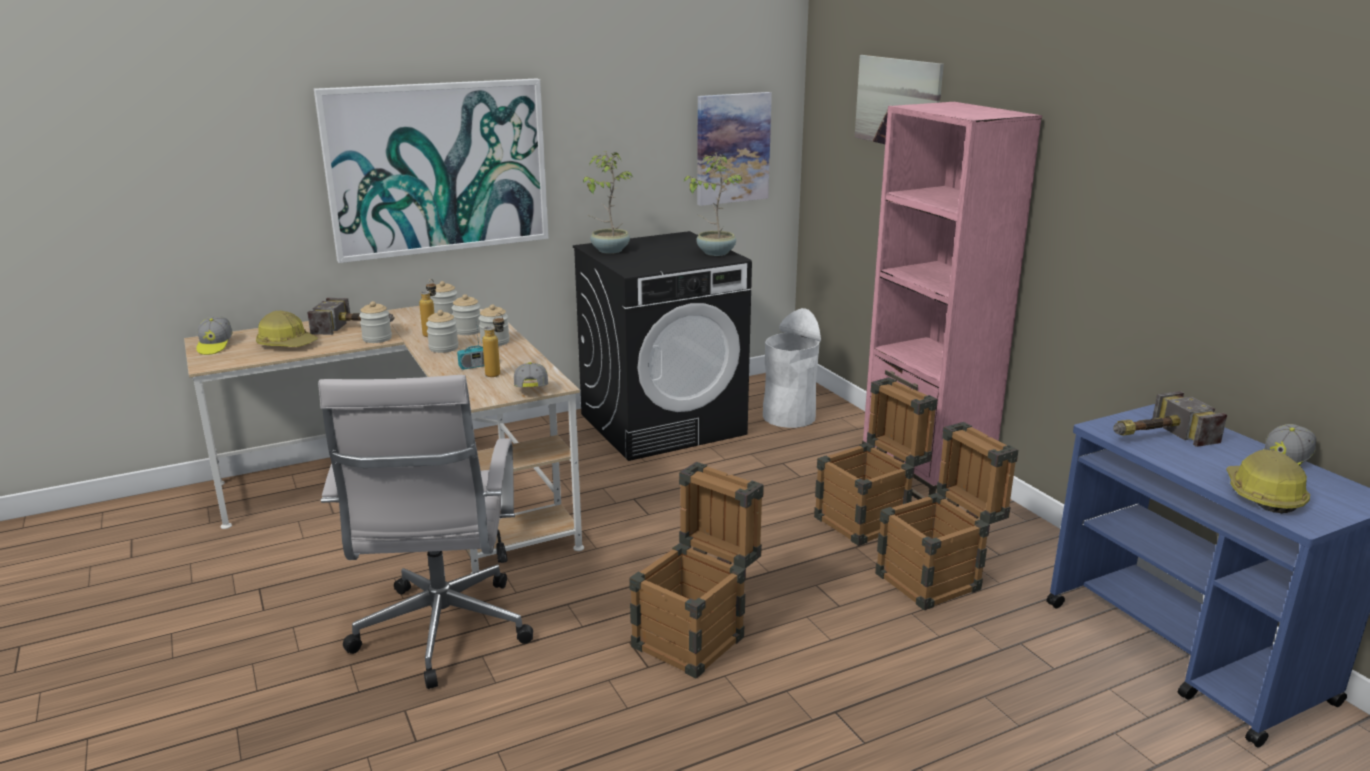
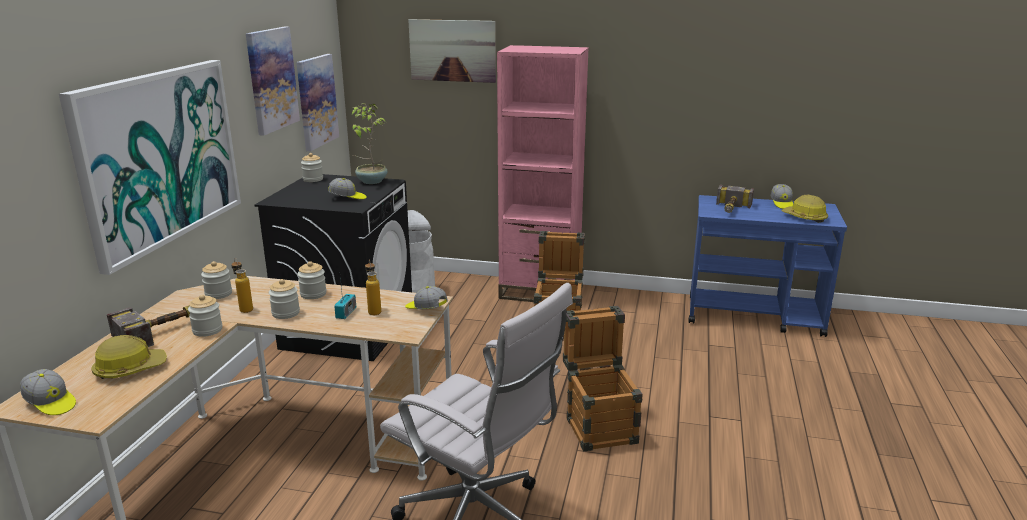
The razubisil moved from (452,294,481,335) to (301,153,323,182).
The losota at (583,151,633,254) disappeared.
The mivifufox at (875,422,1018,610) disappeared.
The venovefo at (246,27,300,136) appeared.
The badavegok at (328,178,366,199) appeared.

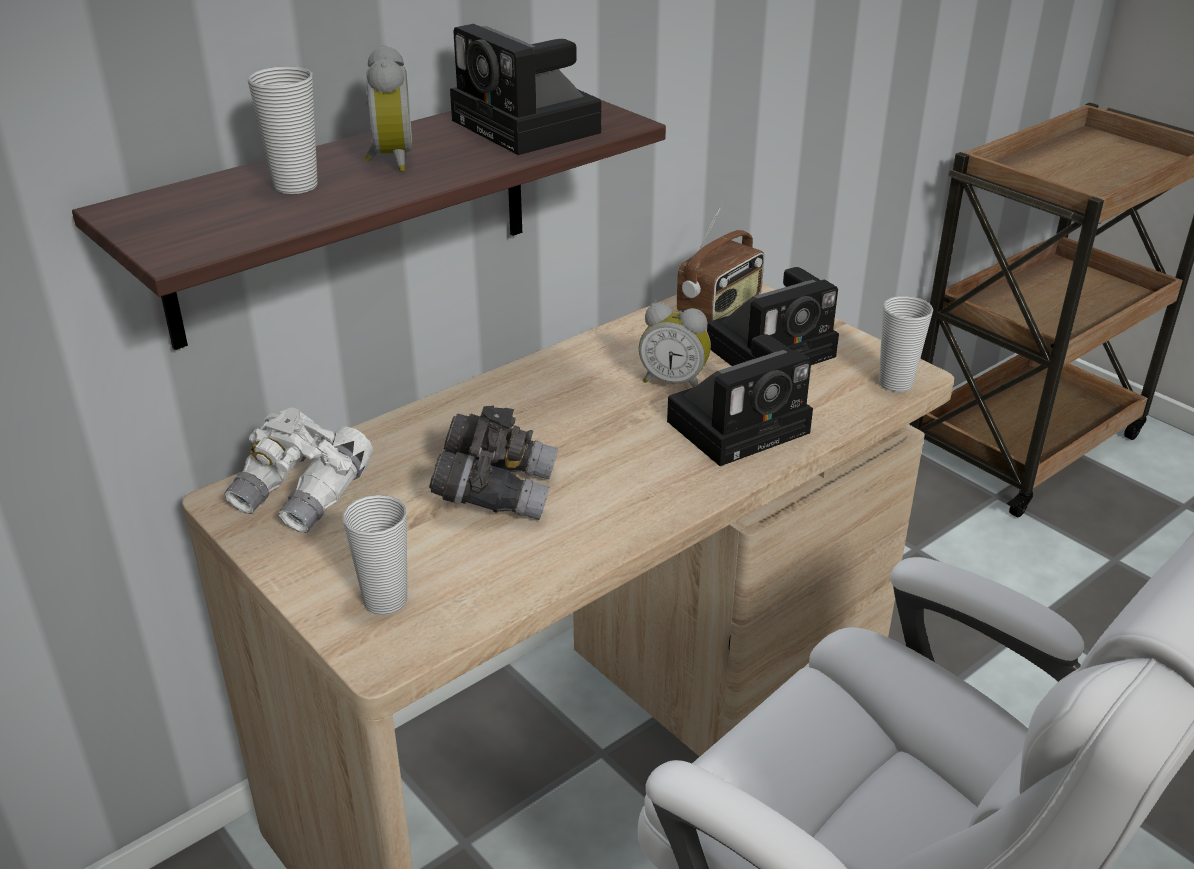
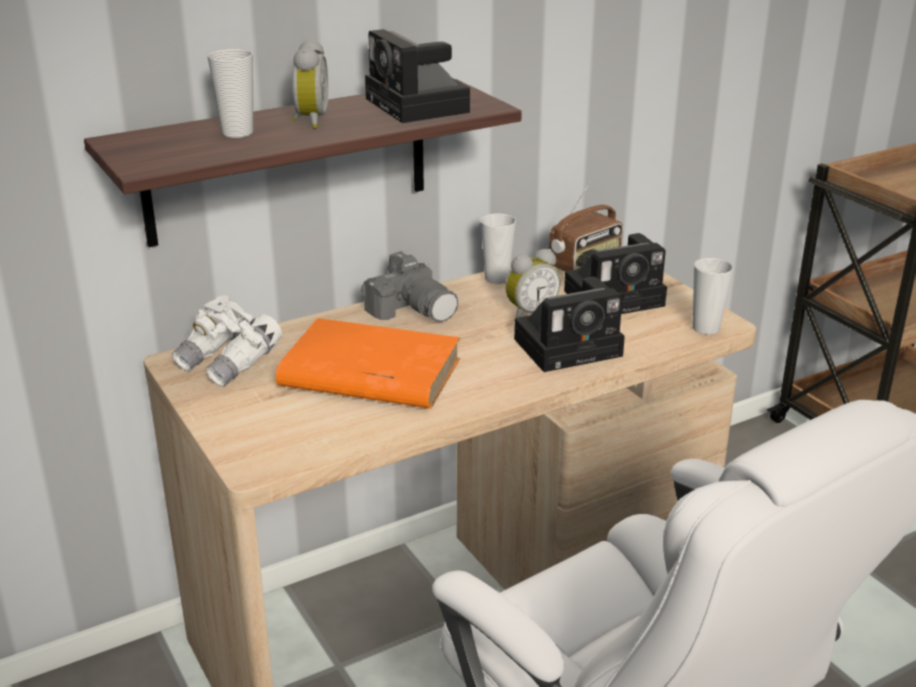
The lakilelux moved from (342,494,407,615) to (481,213,516,284).
The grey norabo at (429,406,558,520) was replaced by the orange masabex at (276,318,460,409).
The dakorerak at (639,303,711,387) turned 60 degrees counterclockwise.
The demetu at (361,251,458,322) appeared.

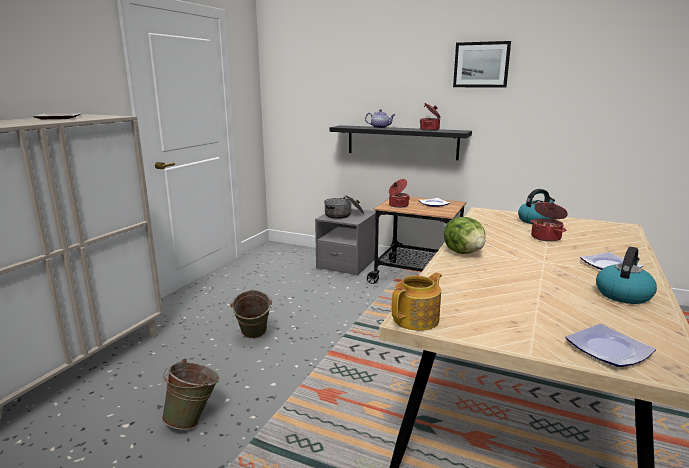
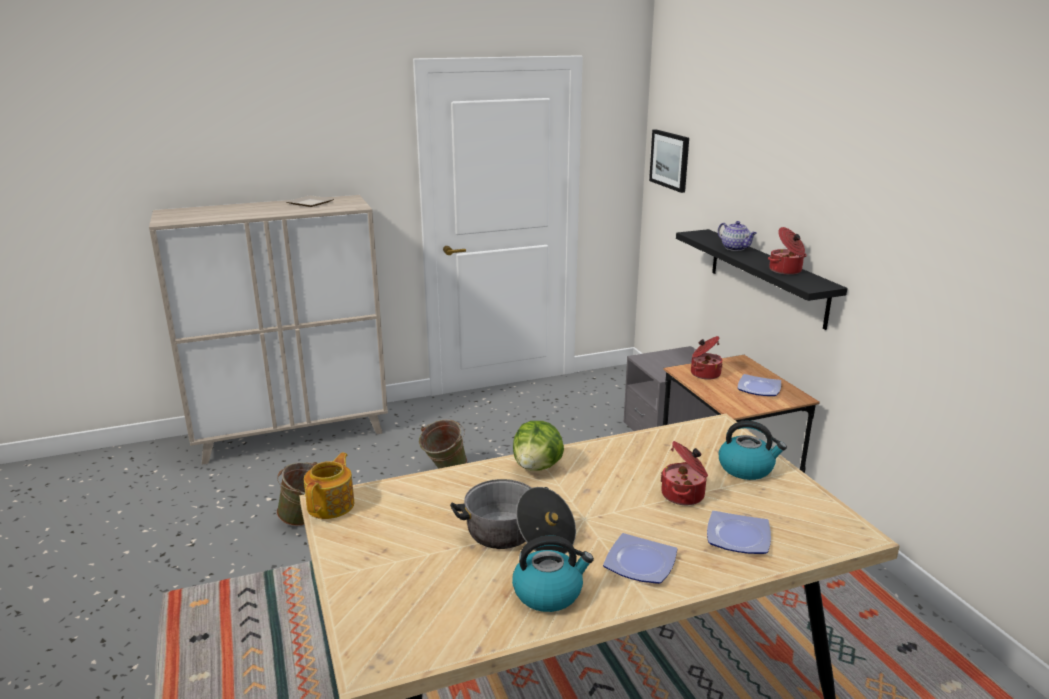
The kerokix moved from (324,195,364,219) to (450,479,576,554).
The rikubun at (392,272,442,331) turned 75 degrees counterclockwise.
The venovefo moved from (453,41,511,88) to (649,129,689,193).
The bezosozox moved from (565,324,656,367) to (707,510,771,554).

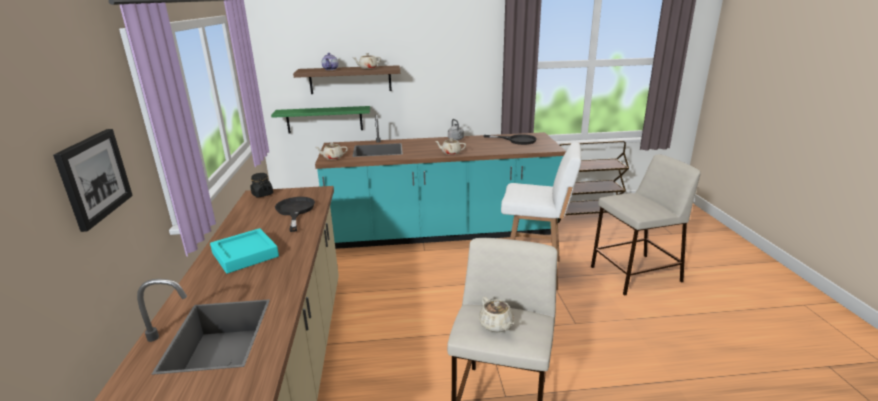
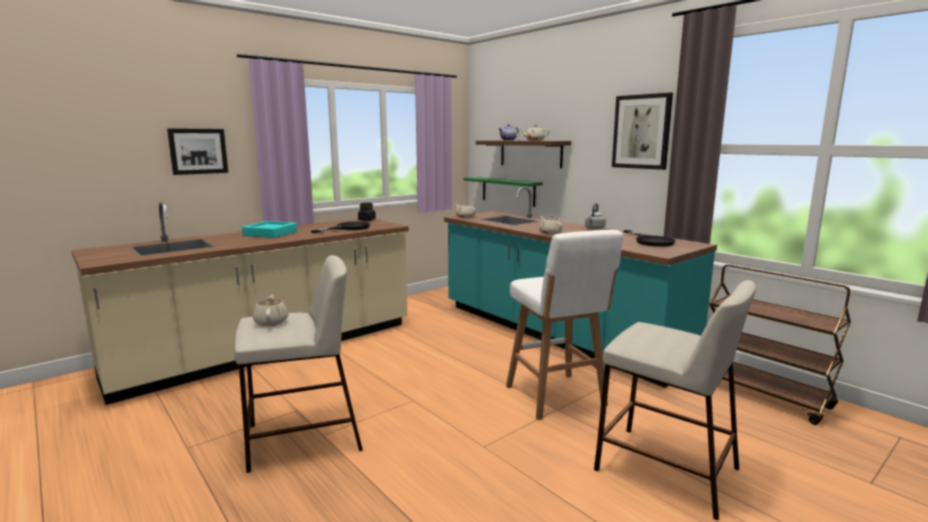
The beige rikubun at (479,297,514,332) turned 135 degrees clockwise.
The venovefo at (612,93,673,170) appeared.

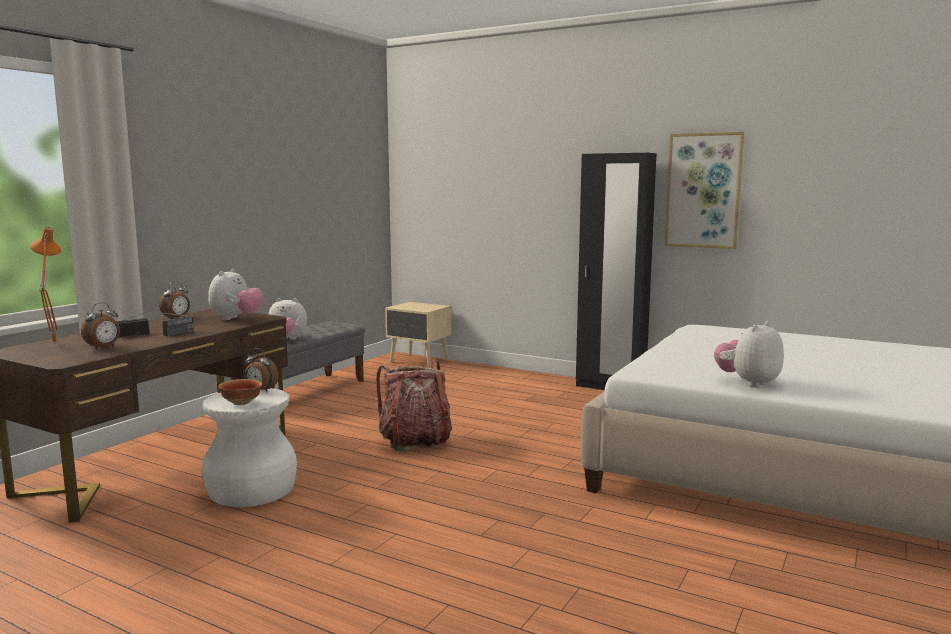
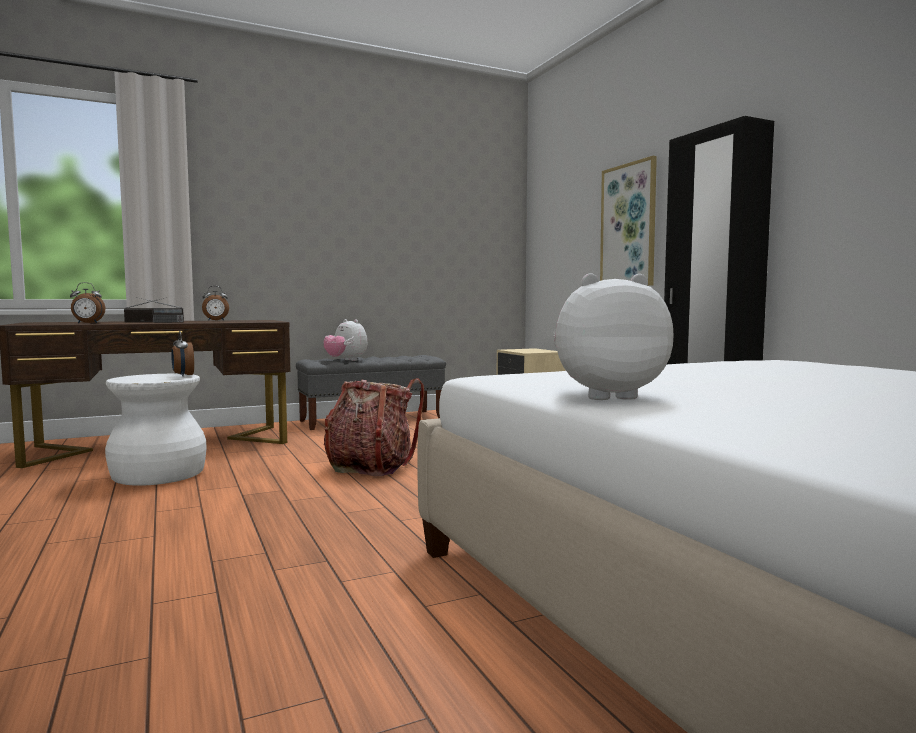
The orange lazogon at (30,226,61,345) disappeared.
The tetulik at (208,269,263,320) disappeared.
The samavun at (218,379,262,405) disappeared.
The venovefo moved from (665,132,744,249) to (600,156,657,286).

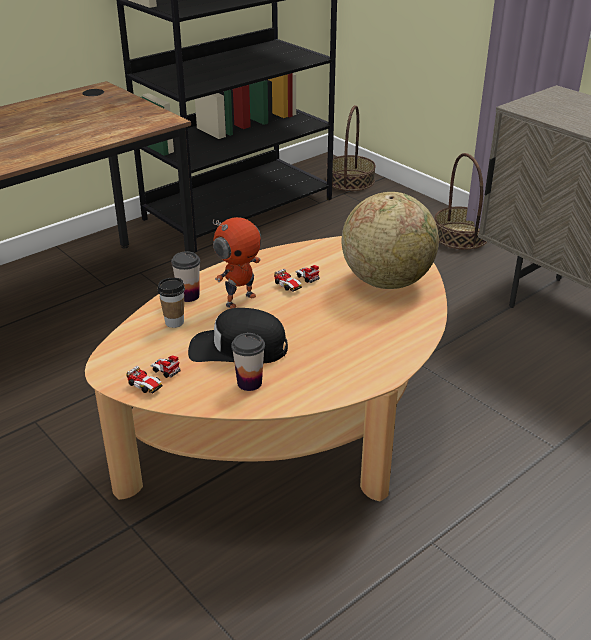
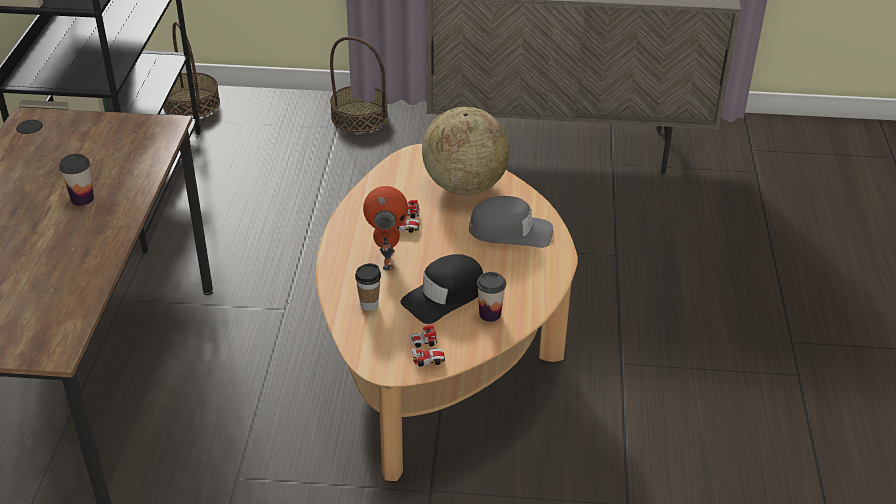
The lakilelux moved from (171,251,200,302) to (59,154,94,206).
The grey badavegok at (469,196,553,248) appeared.

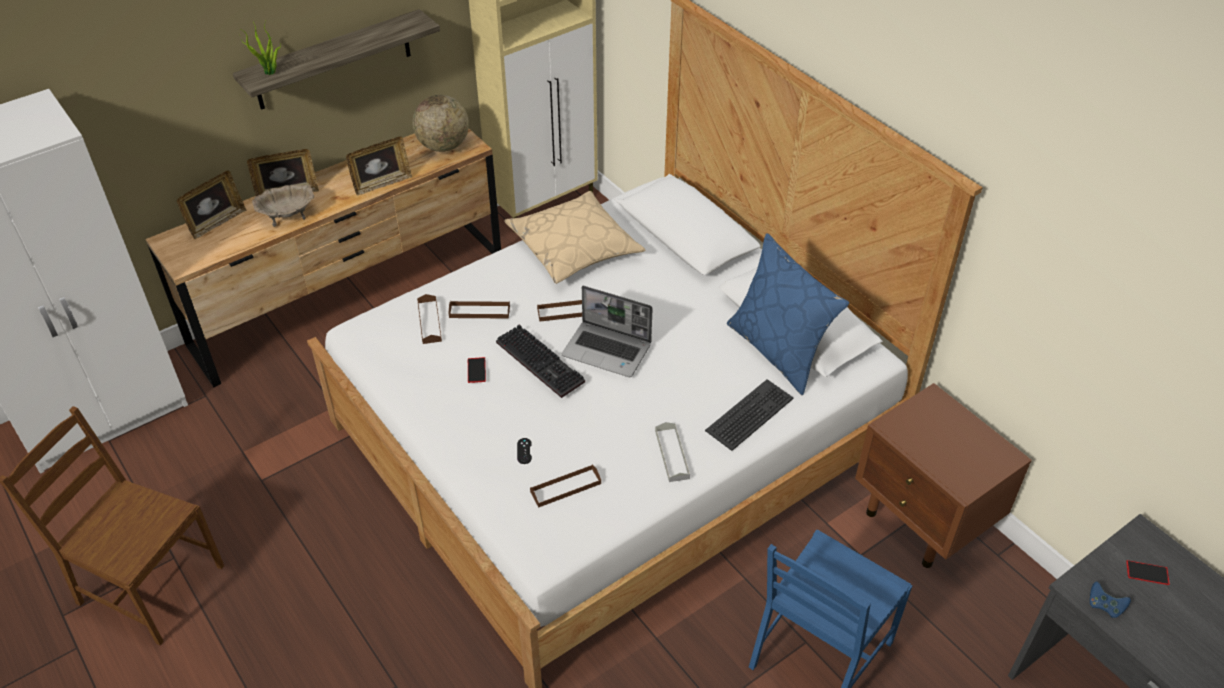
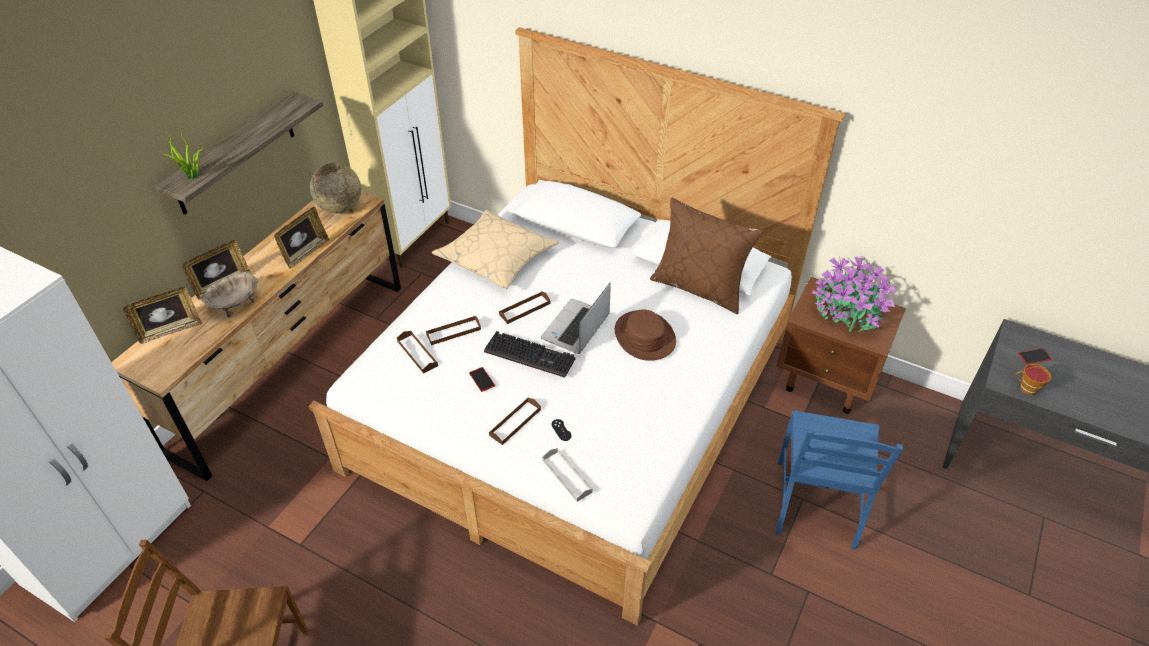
The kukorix at (177,171,246,239) turned 45 degrees clockwise.
The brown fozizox moved from (530,465,601,508) to (489,397,541,445).
The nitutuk at (562,286,653,377) turned 120 degrees clockwise.
The grey fozizox moved from (655,422,690,482) to (542,448,593,502).
The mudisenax at (705,379,794,451) disappeared.
The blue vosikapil at (727,233,849,395) became the brown vosikapil at (650,198,764,315).
The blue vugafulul at (1090,582,1131,618) was replaced by the lakilelux at (1015,364,1051,395).
The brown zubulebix at (615,310,676,361) appeared.
The losota at (812,255,896,332) appeared.

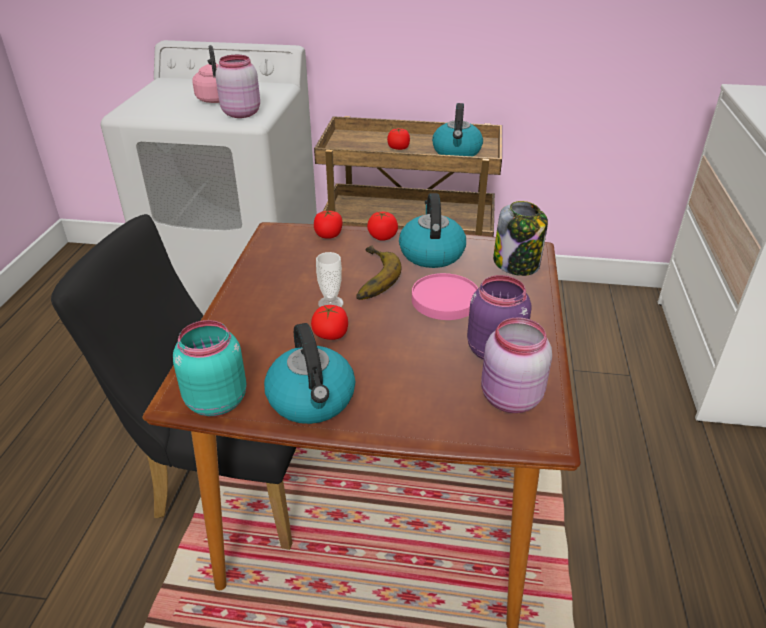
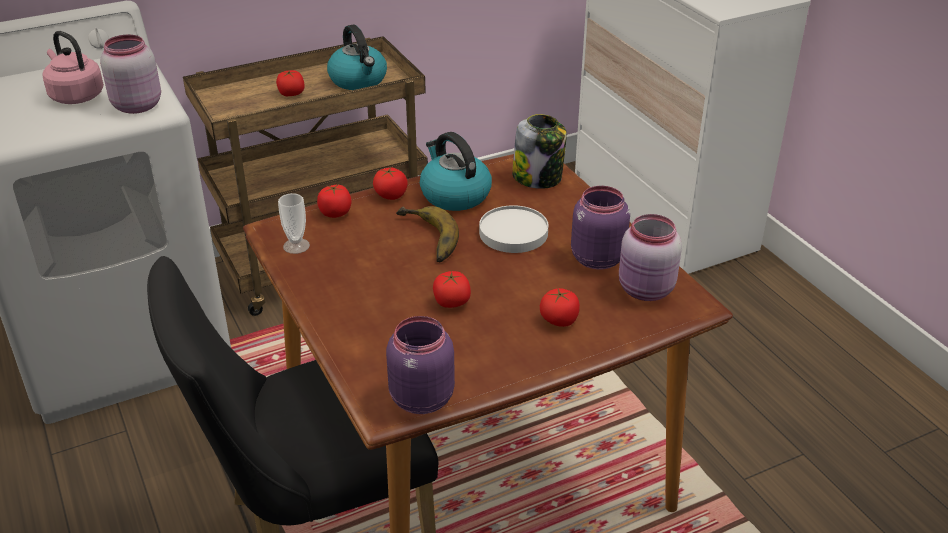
The turquoise razubisil at (173,320,247,416) became the purple razubisil at (386,316,455,414).
The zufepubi at (264,323,355,424) disappeared.
The lakilelux moved from (316,252,344,307) to (278,193,310,254).
The pink bezosozox at (412,273,478,320) became the white bezosozox at (479,205,548,253).
The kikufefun at (540,288,580,327) appeared.

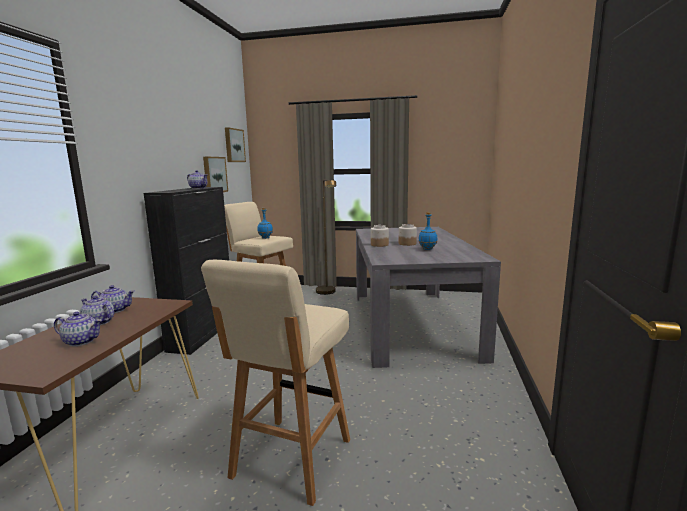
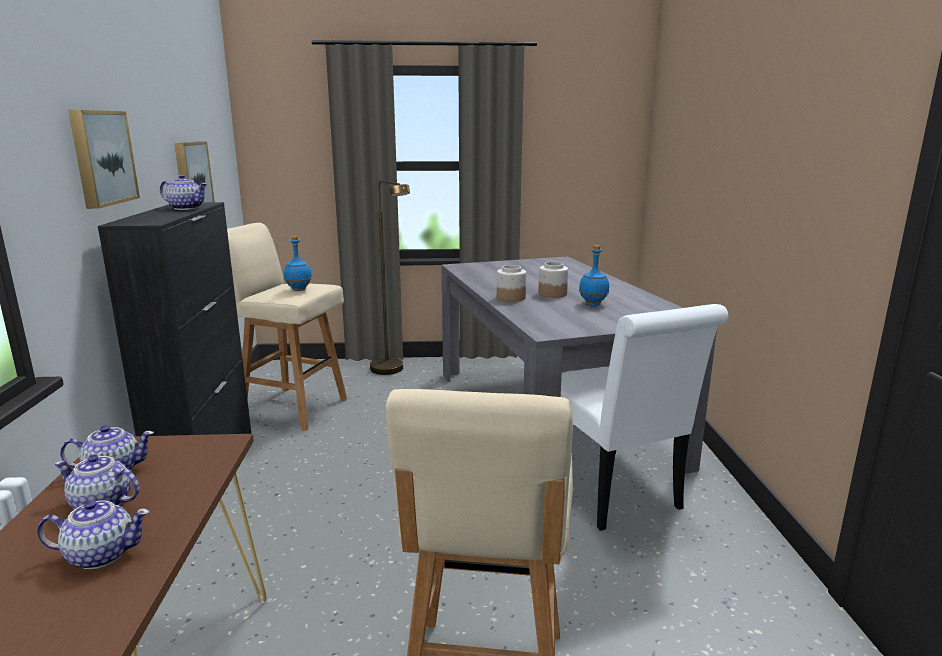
The venovefo moved from (225,127,246,162) to (68,110,140,209).
The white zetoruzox at (561,304,728,531) appeared.

